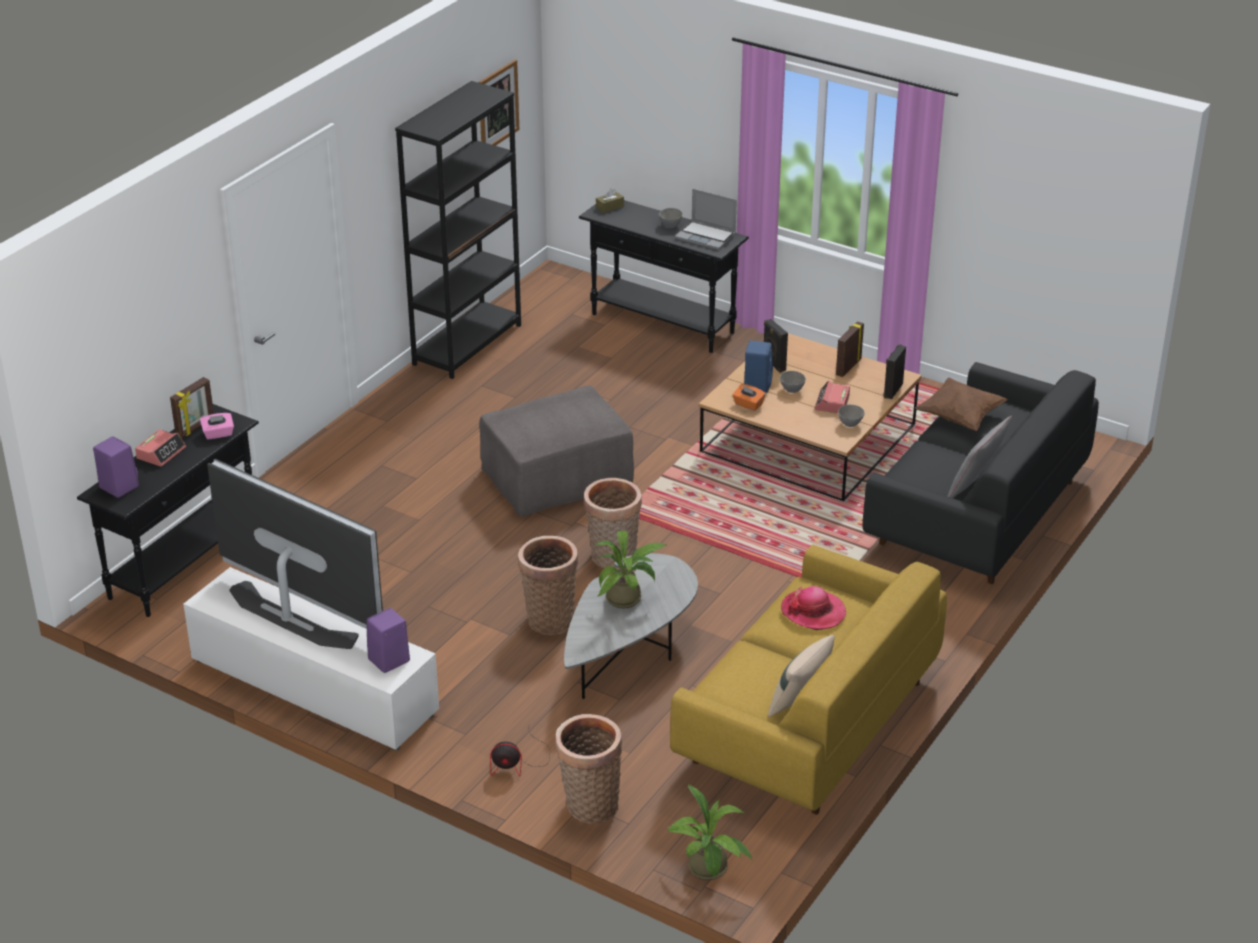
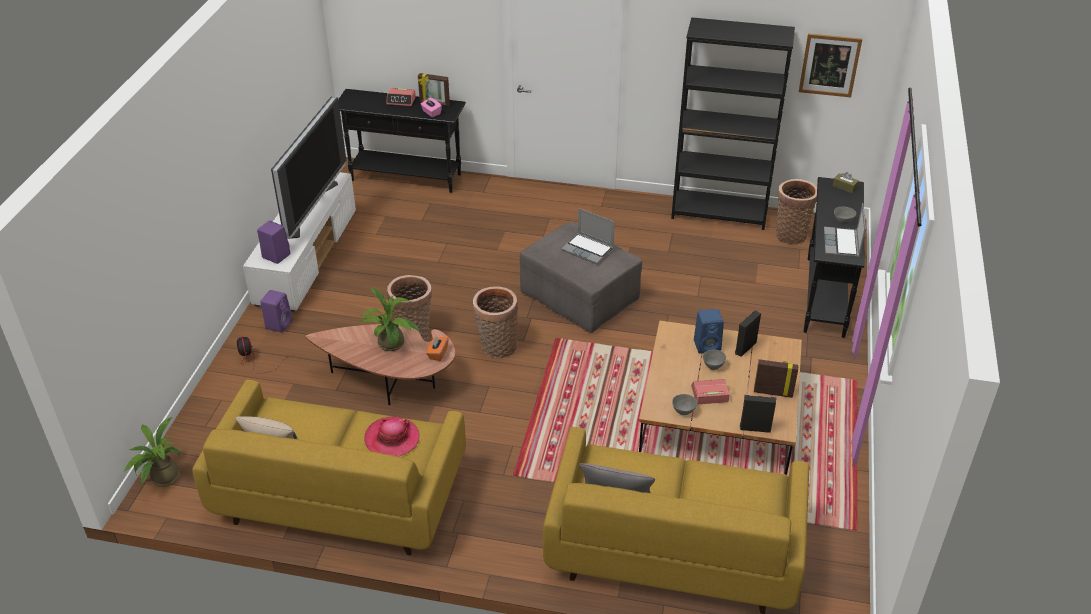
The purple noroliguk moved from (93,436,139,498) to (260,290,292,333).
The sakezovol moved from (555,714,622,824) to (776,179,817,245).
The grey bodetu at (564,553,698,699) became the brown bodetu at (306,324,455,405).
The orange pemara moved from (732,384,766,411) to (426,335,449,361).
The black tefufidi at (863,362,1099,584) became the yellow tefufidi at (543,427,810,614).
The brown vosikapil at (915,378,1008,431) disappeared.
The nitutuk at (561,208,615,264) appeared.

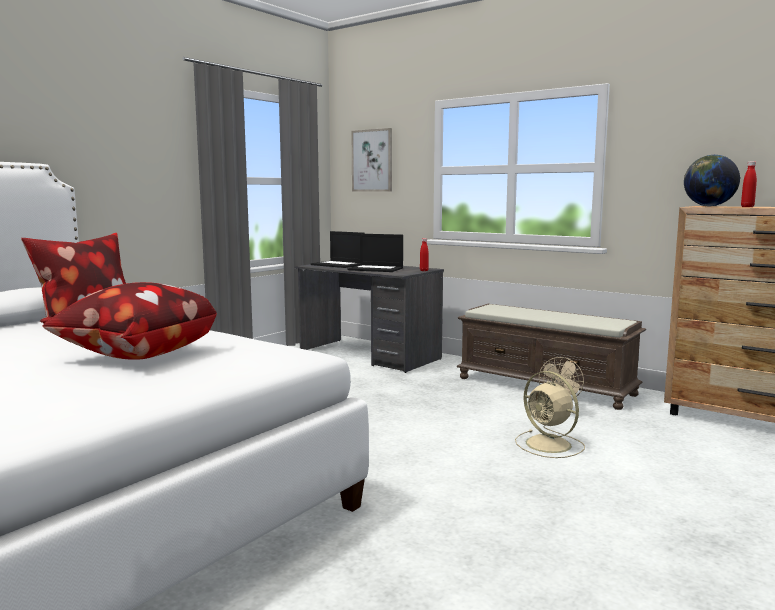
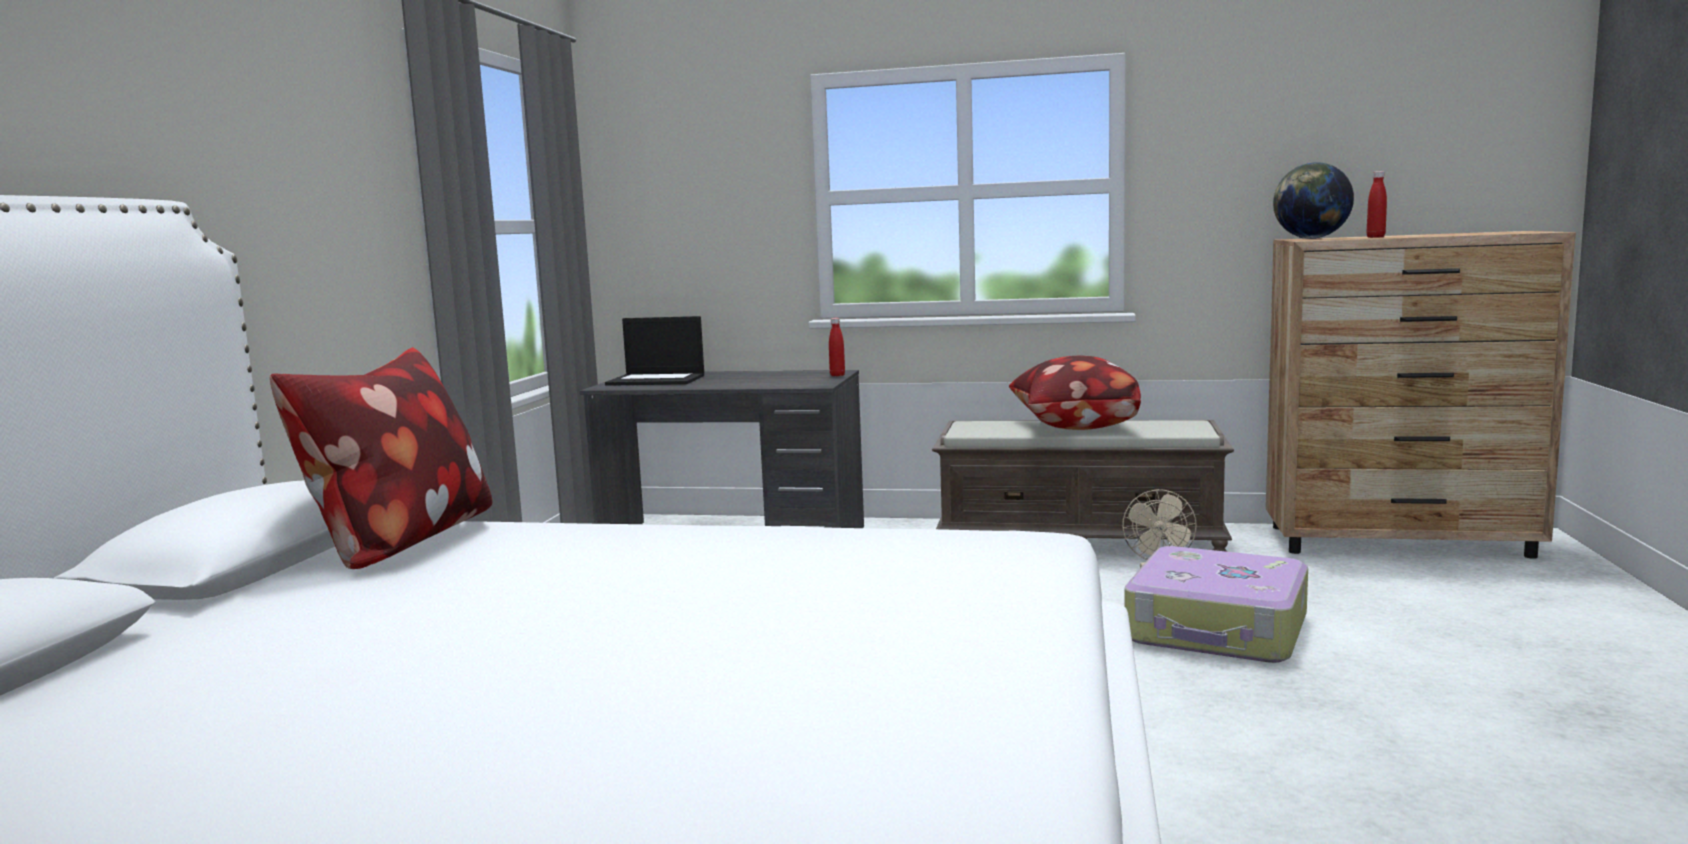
The vosikapil moved from (42,282,217,360) to (1009,356,1141,430).
The nitutuk at (348,234,403,272) disappeared.
The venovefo at (352,128,392,192) disappeared.
The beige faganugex at (515,371,585,458) was replaced by the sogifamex at (1124,546,1308,663).

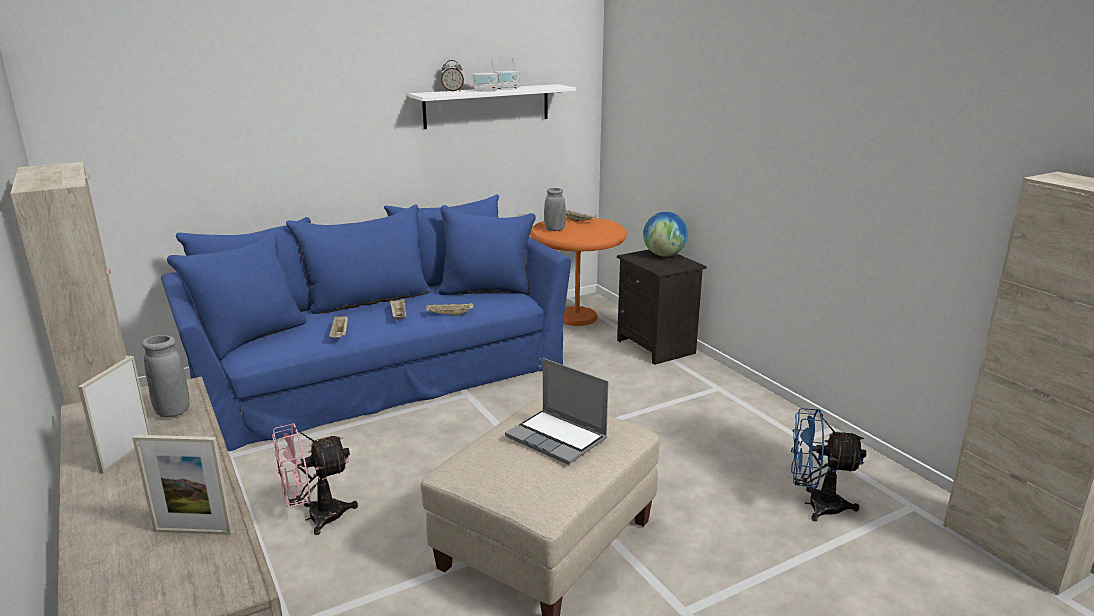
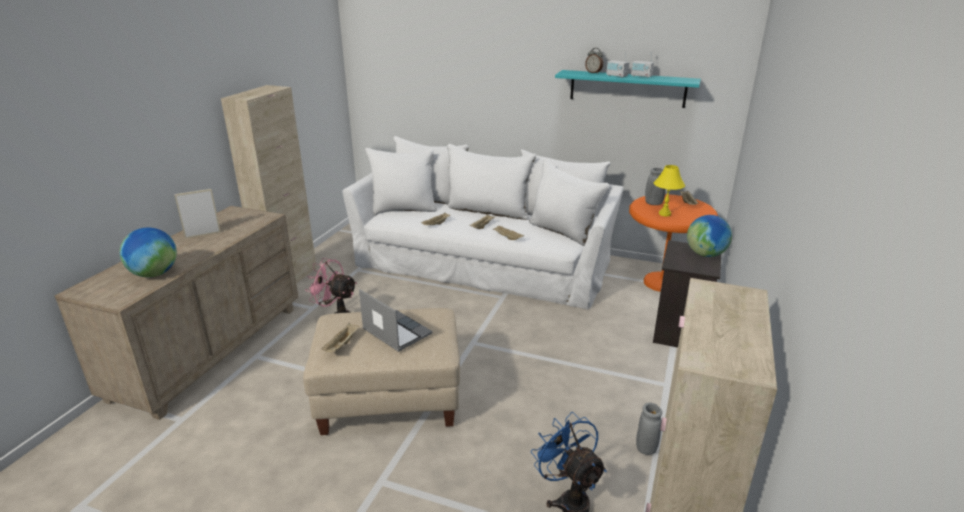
The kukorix at (132,435,233,535) was replaced by the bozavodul at (120,227,177,277).
The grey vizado moved from (142,335,189,418) to (636,403,662,455).
The blue tefufidi at (161,194,571,451) became the white tefufidi at (342,136,624,309).
The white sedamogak at (409,84,576,129) became the turquoise sedamogak at (555,70,701,108).
The nitutuk at (505,358,609,465) turned 135 degrees clockwise.
The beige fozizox at (321,323,359,352) appeared.
The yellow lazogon at (654,165,685,217) appeared.

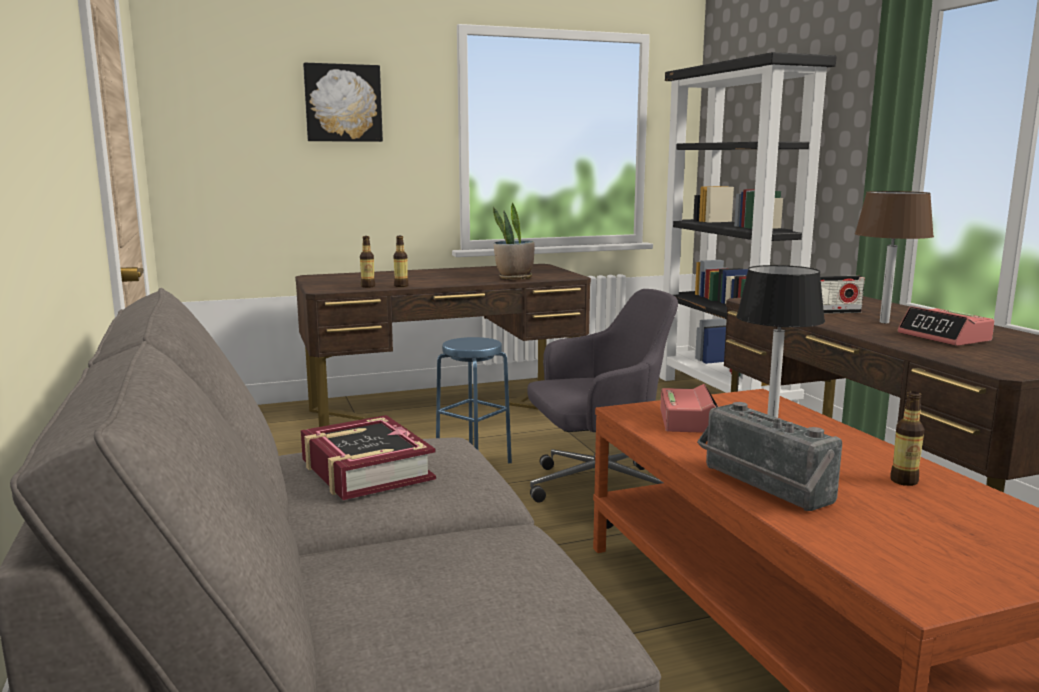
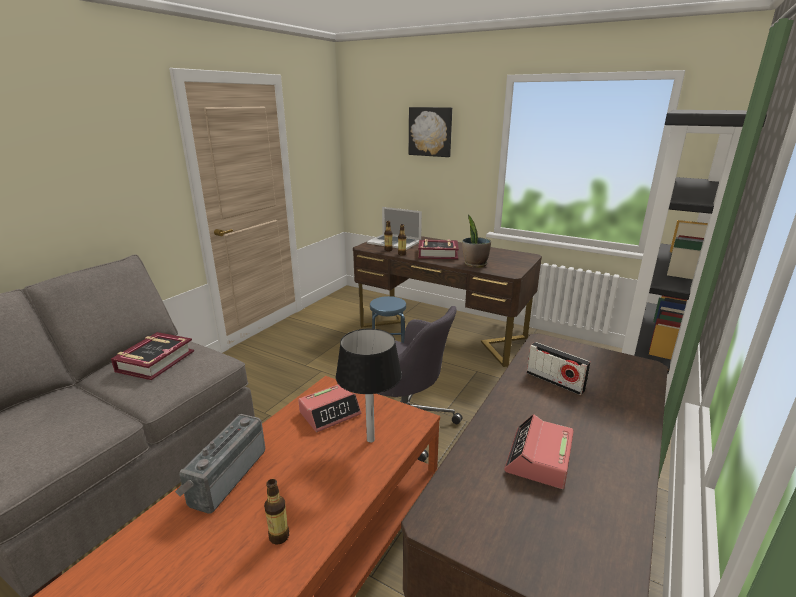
The brown lazogon at (855,191,934,323) disappeared.
The nitutuk at (367,207,422,250) appeared.
The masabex at (418,239,459,259) appeared.

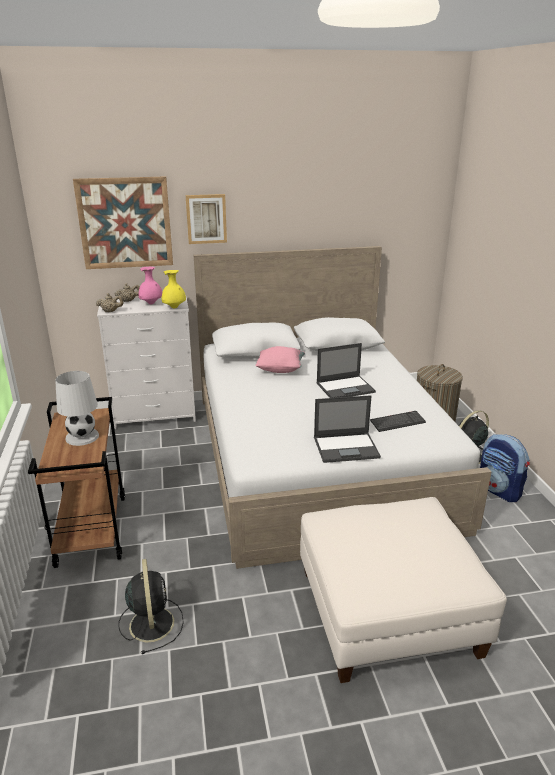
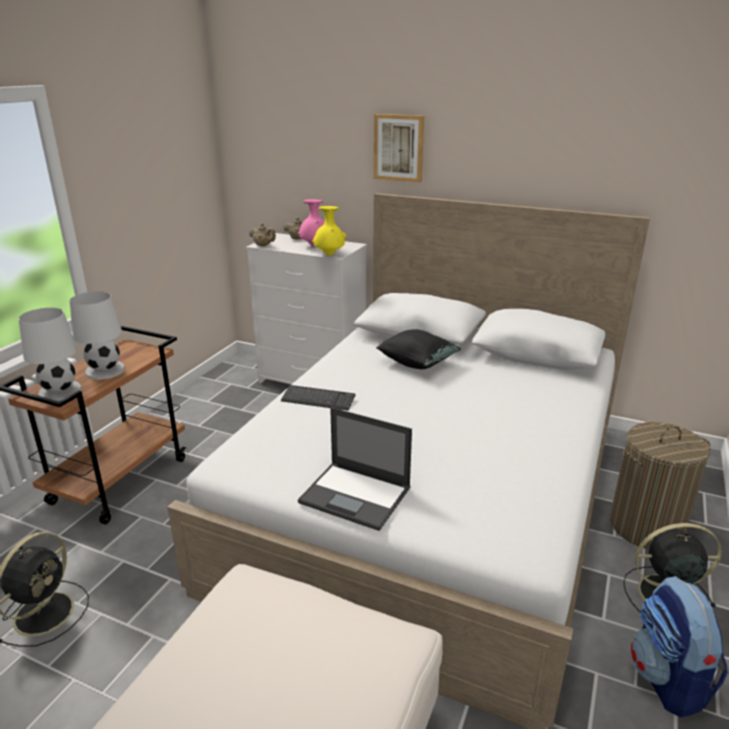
The venovefo at (73,176,173,269) disappeared.
The pink vosikapil at (255,346,305,373) became the black vosikapil at (376,330,461,369).
The nitutuk at (316,343,376,398) disappeared.
The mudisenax moved from (370,411,426,432) to (281,385,356,411).
The white lazogon at (18,308,82,401) appeared.

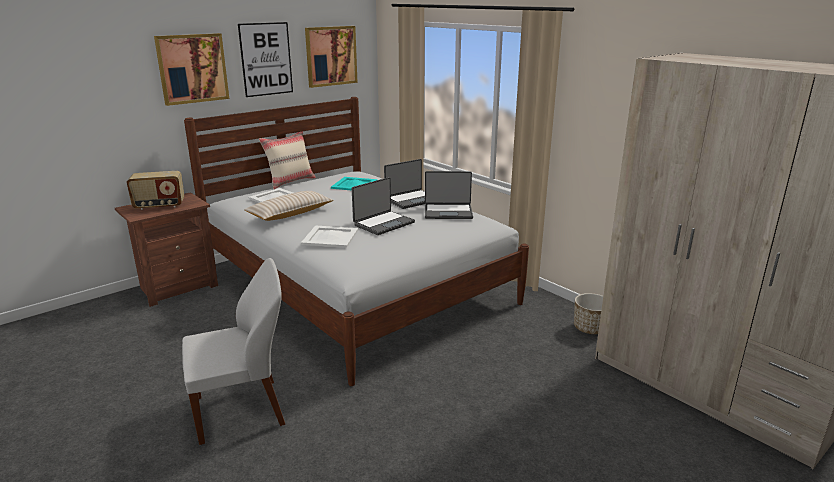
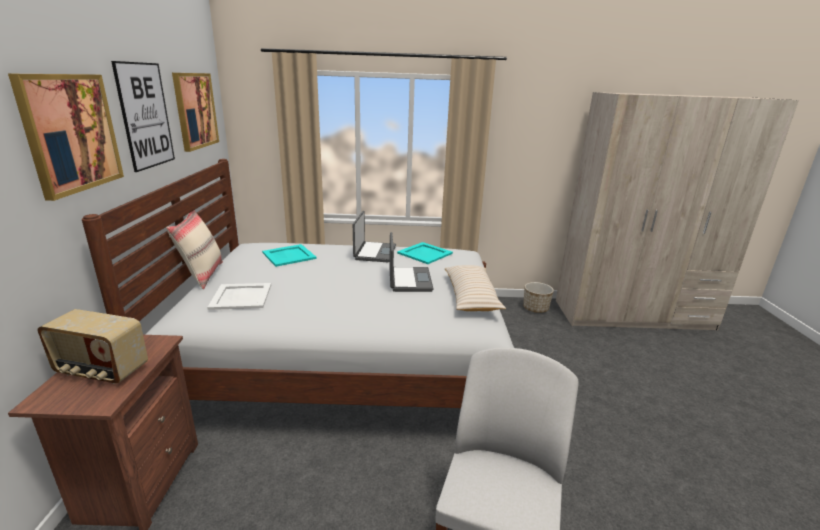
The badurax at (126,171,184,210) turned 75 degrees clockwise.
The beige vosikapil moved from (244,191,334,221) to (445,265,506,311).
The white fozizox at (301,226,358,248) disappeared.
The nitutuk at (425,171,473,219) was replaced by the turquoise fozizox at (397,242,453,264).

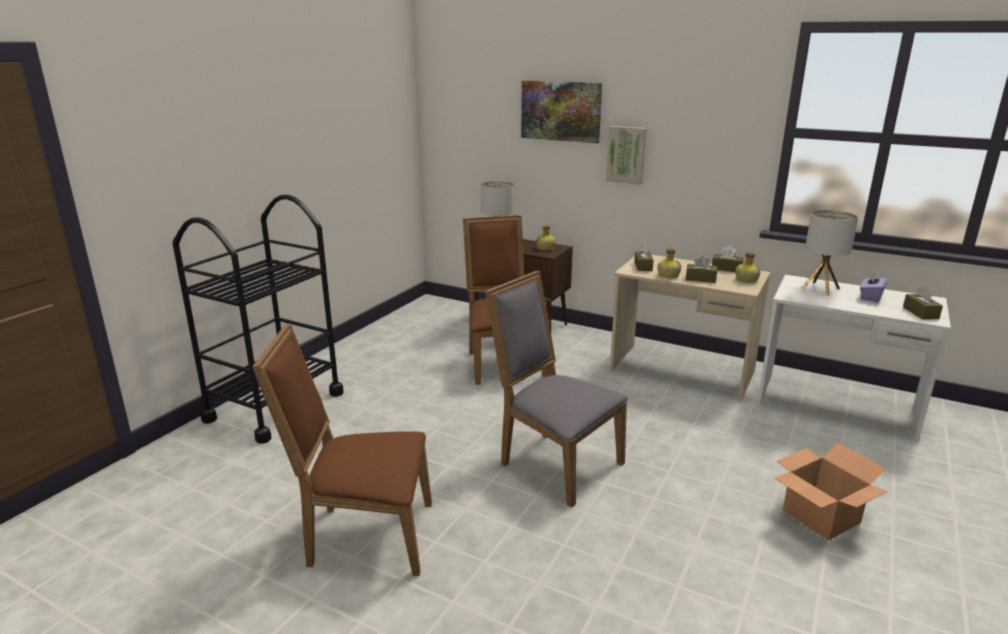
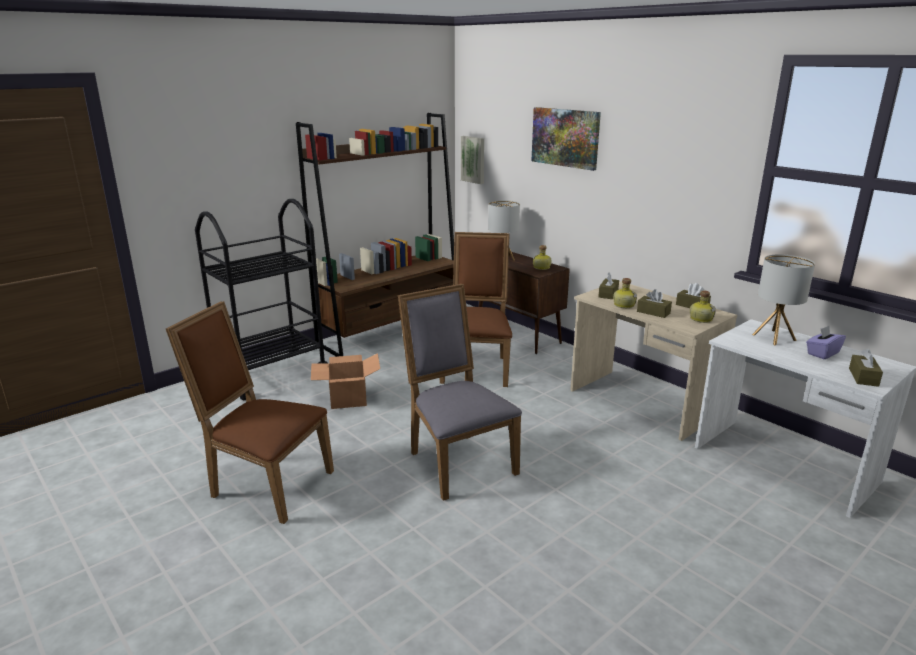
The venovefo moved from (606,126,647,185) to (461,136,484,184).
The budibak moved from (774,443,888,541) to (311,353,380,409).
The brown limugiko at (296,113,454,357) appeared.

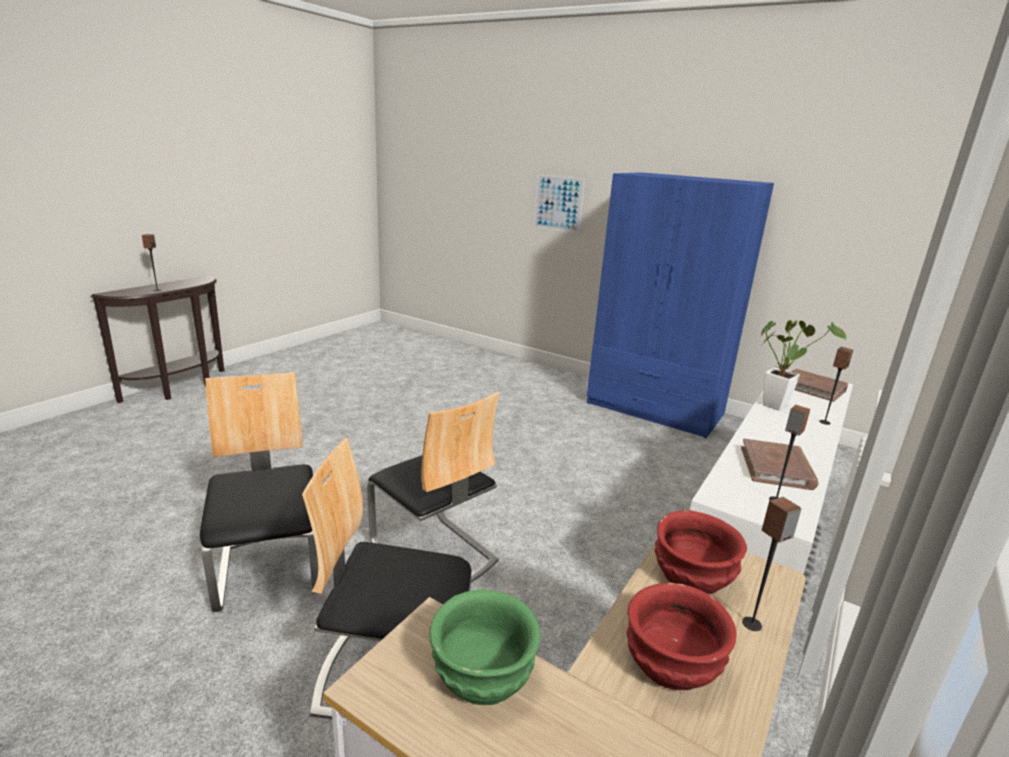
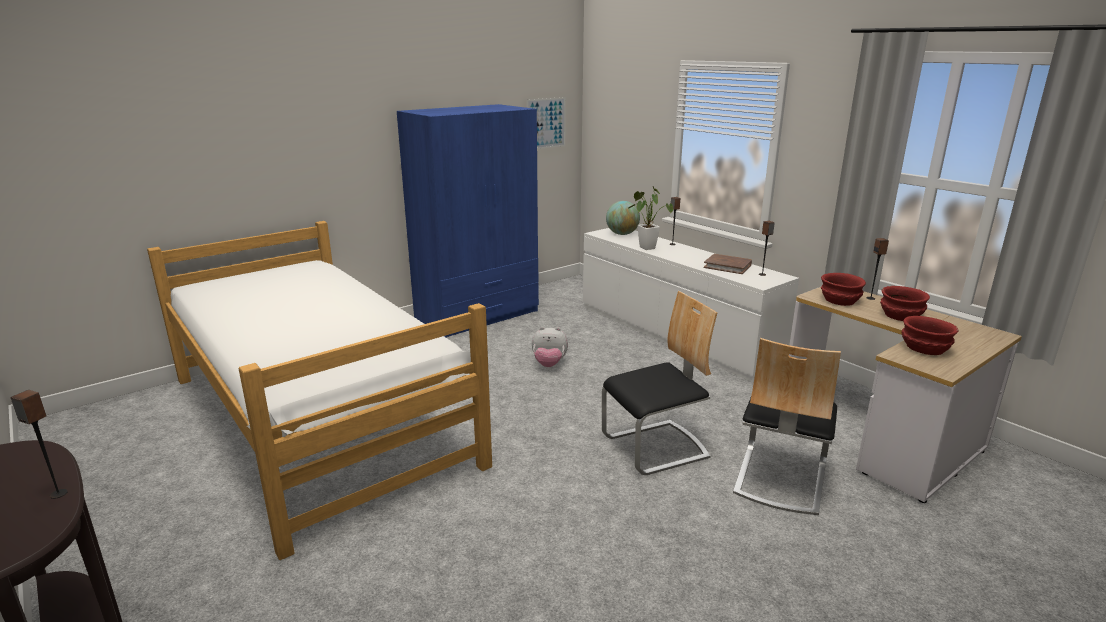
The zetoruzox at (200,372,318,612) disappeared.
The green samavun at (429,589,540,705) became the red samavun at (901,316,958,355).
The venovefo moved from (534,174,585,234) to (527,97,566,149).
The brown masabex at (792,369,848,402) was replaced by the bozavodul at (606,201,640,235).
The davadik at (147,221,492,560) appeared.
The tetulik at (532,327,568,367) appeared.

